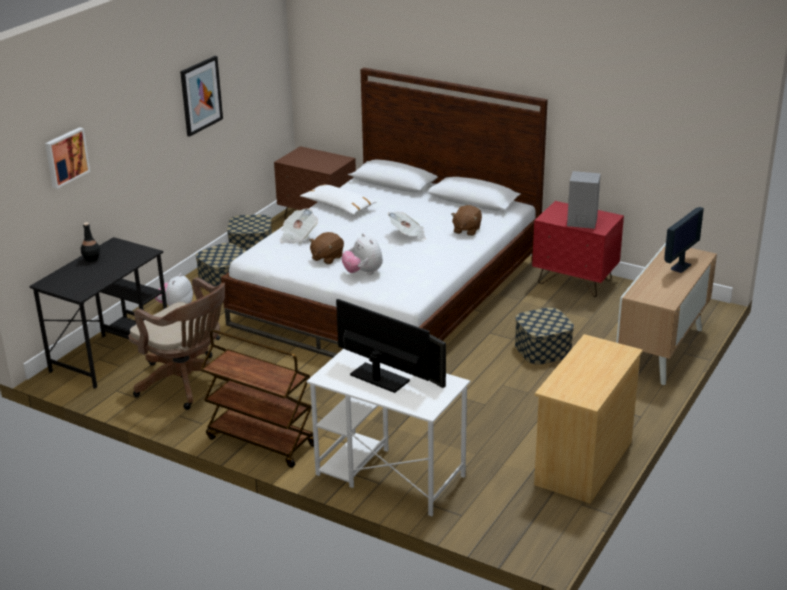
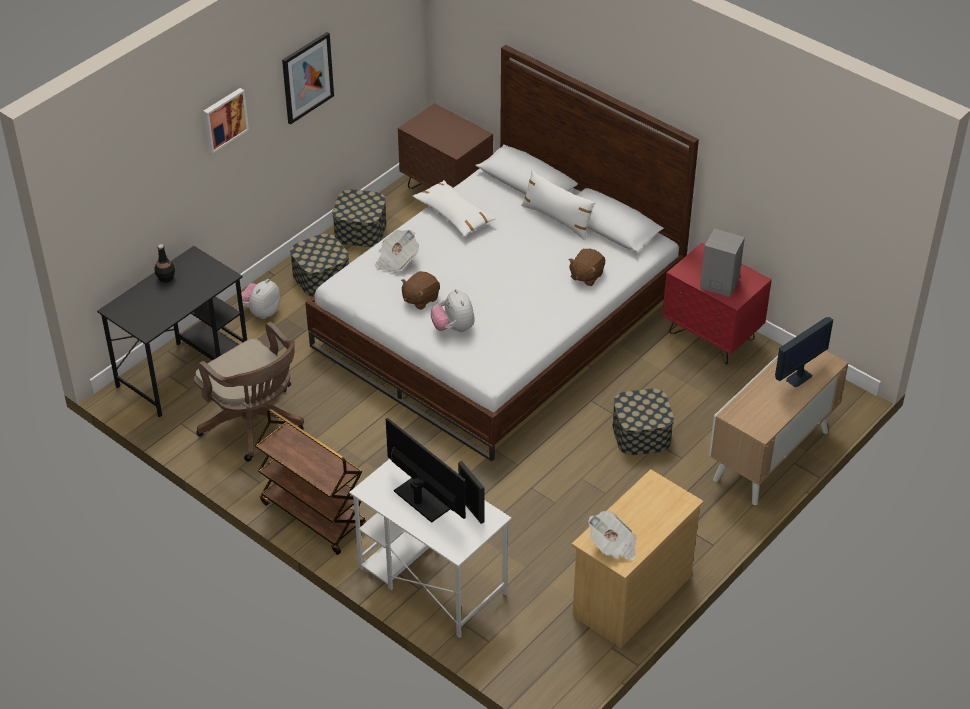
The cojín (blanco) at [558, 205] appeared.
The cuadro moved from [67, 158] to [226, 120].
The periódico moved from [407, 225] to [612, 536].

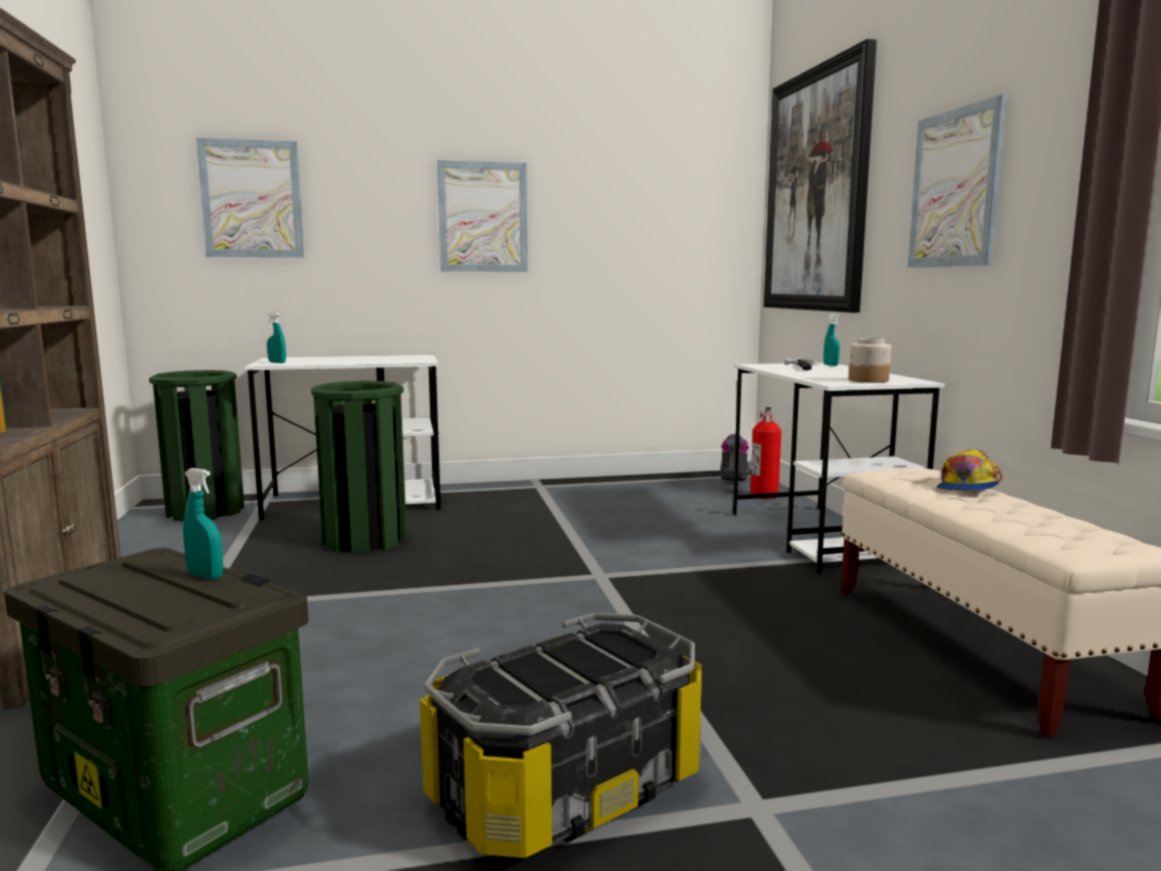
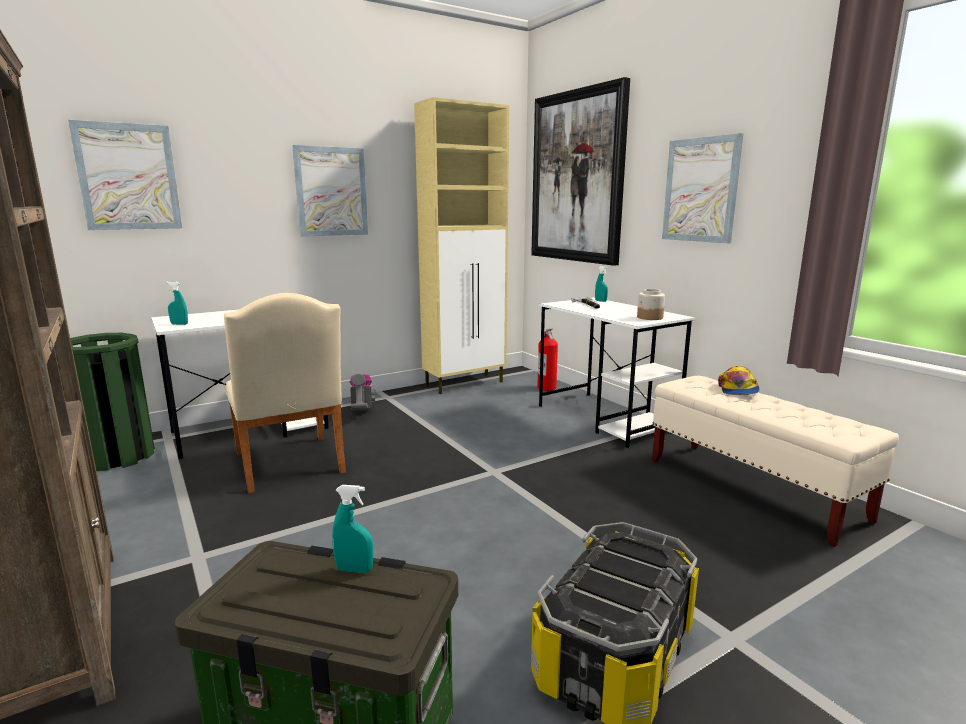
The armario (beis) at [461, 245] appeared.
The aspiradora moved from [735, 457] to [362, 391].
The papelera (verde) at [359, 467] was replaced by the silla (beis) at [285, 393].

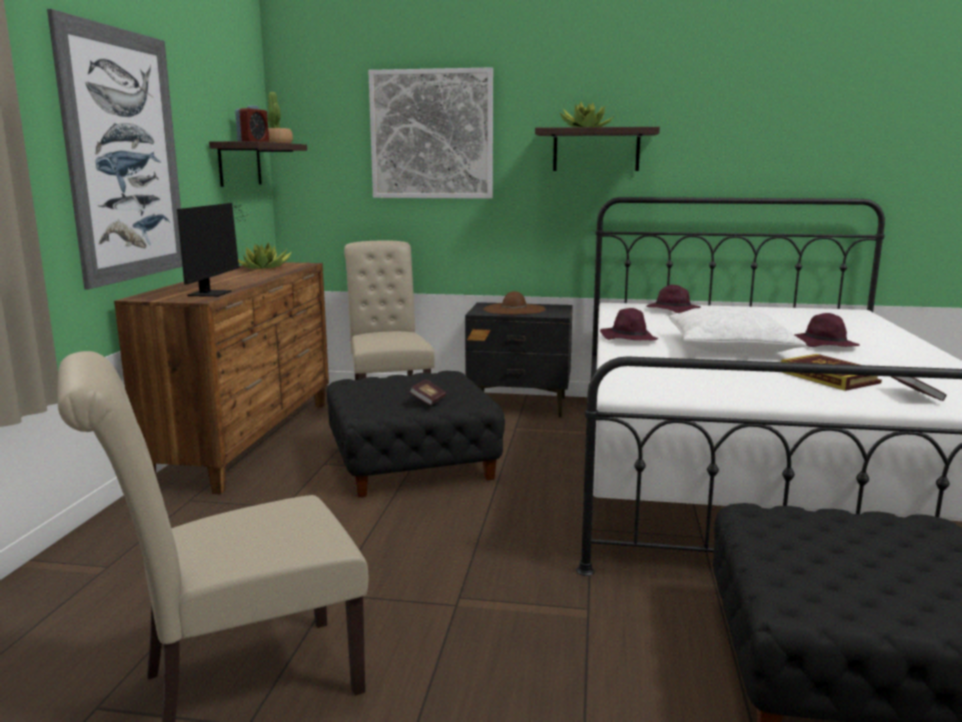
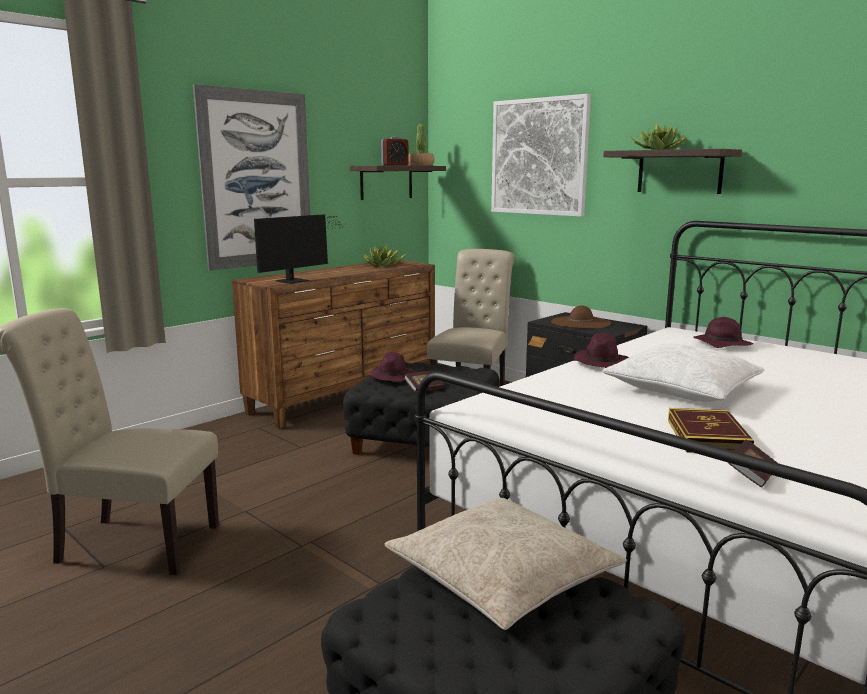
The cojín (beis) at [506, 564] appeared.
The sombrero (morado) moved from [827, 330] to [393, 366].

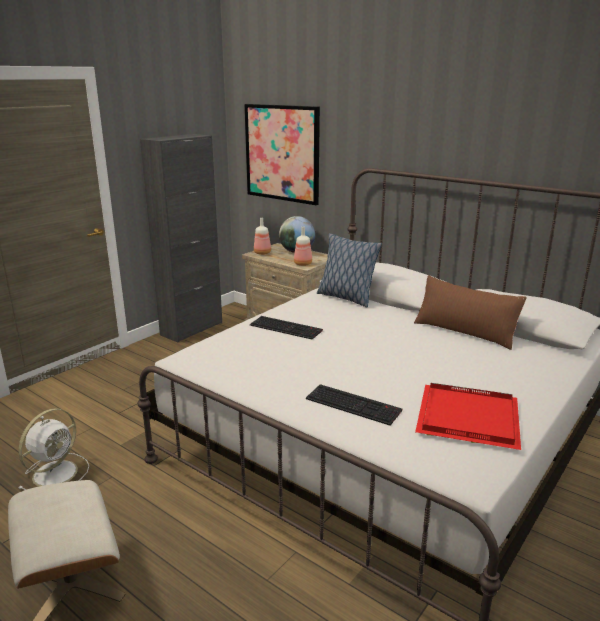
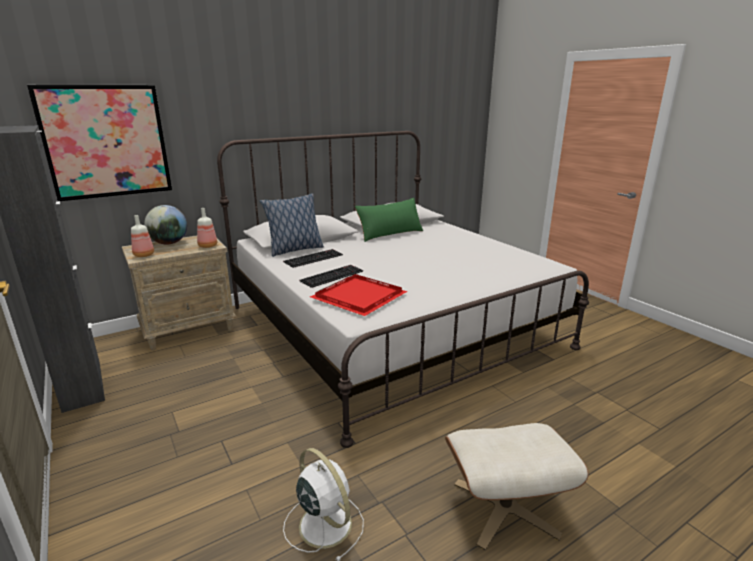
The teclado moved from [354, 405] to [313, 258].
The bandeja (rojo) moved from [468, 416] to [359, 295].
The cojín (marrón) at [470, 312] became the cojín (verde) at [389, 220].

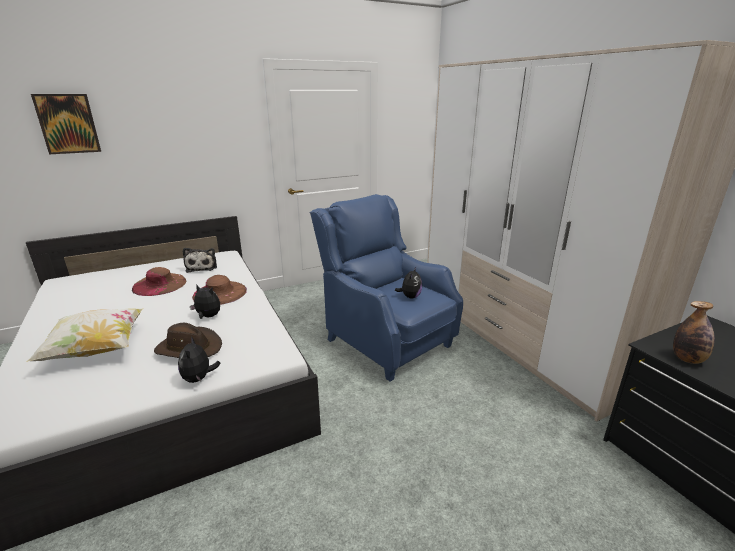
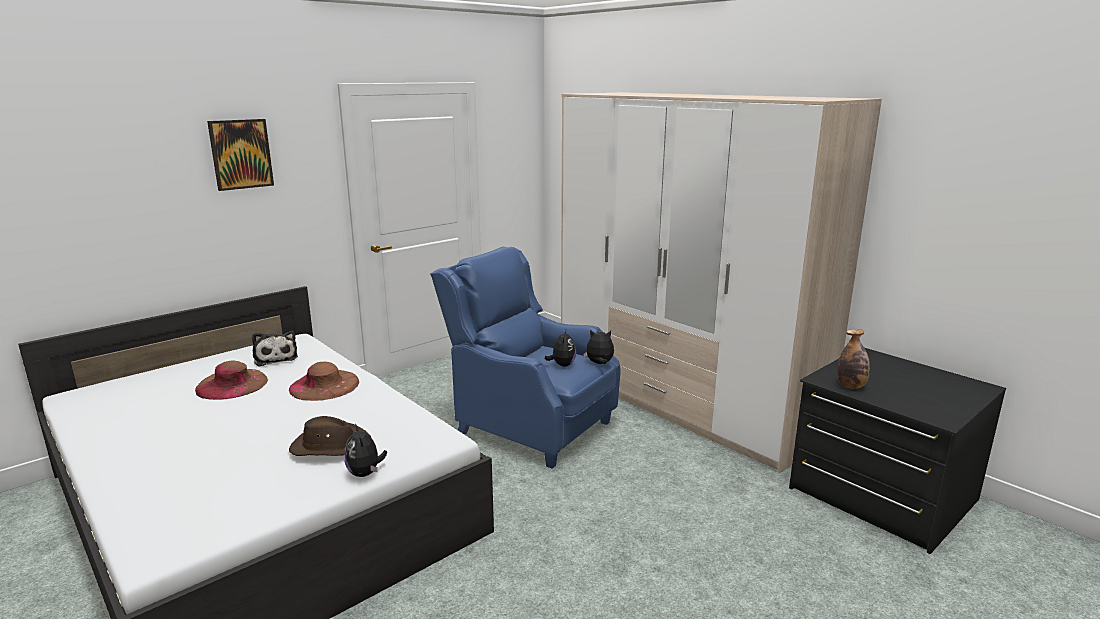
The cojín at [85, 335] disappeared.
The cuadro moved from [66, 124] to [240, 155].
The peluche moved from [205, 302] to [598, 347].

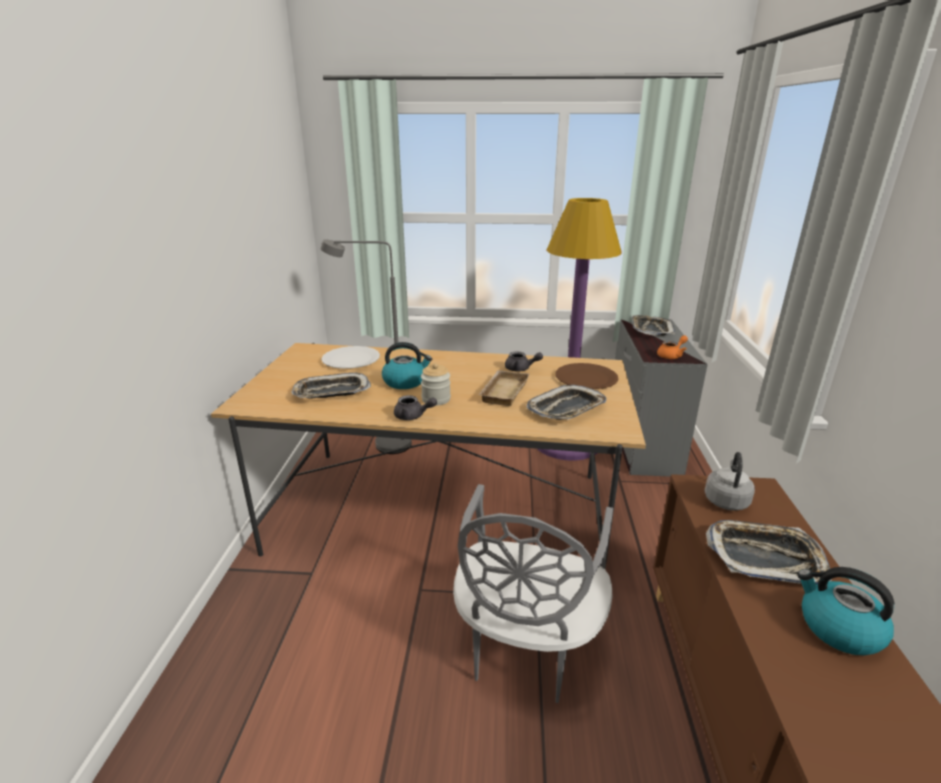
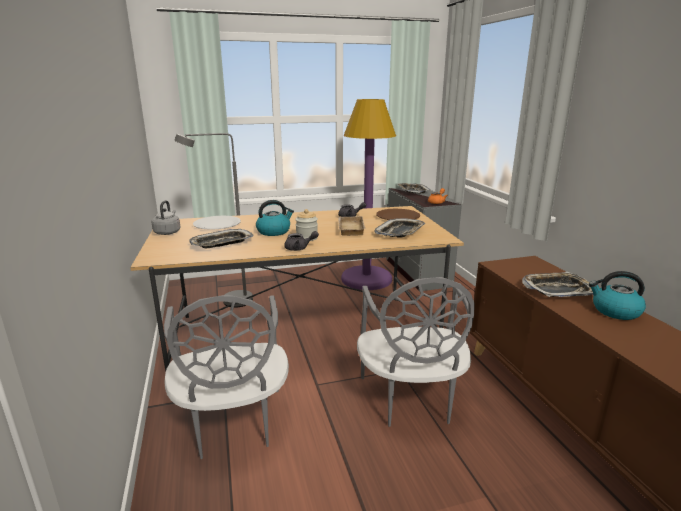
The silla (gris) at [226, 377] appeared.
The hervidor (gris) moved from [729, 481] to [165, 217].

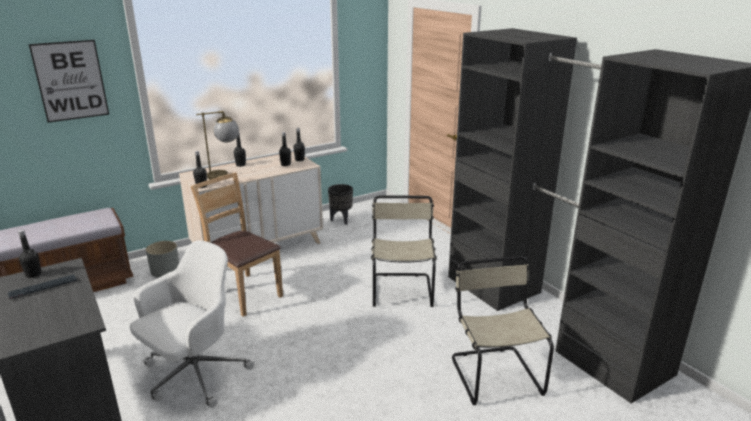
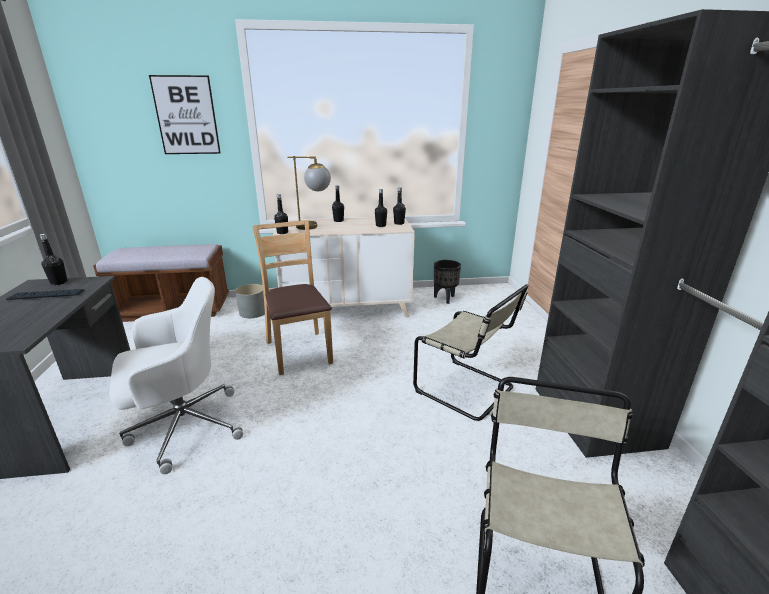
The silla (beis) at [404, 251] turned 105 degrees clockwise.

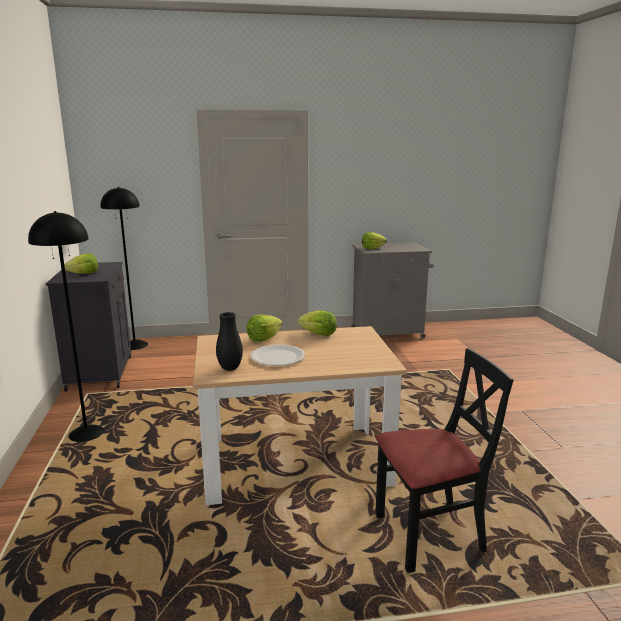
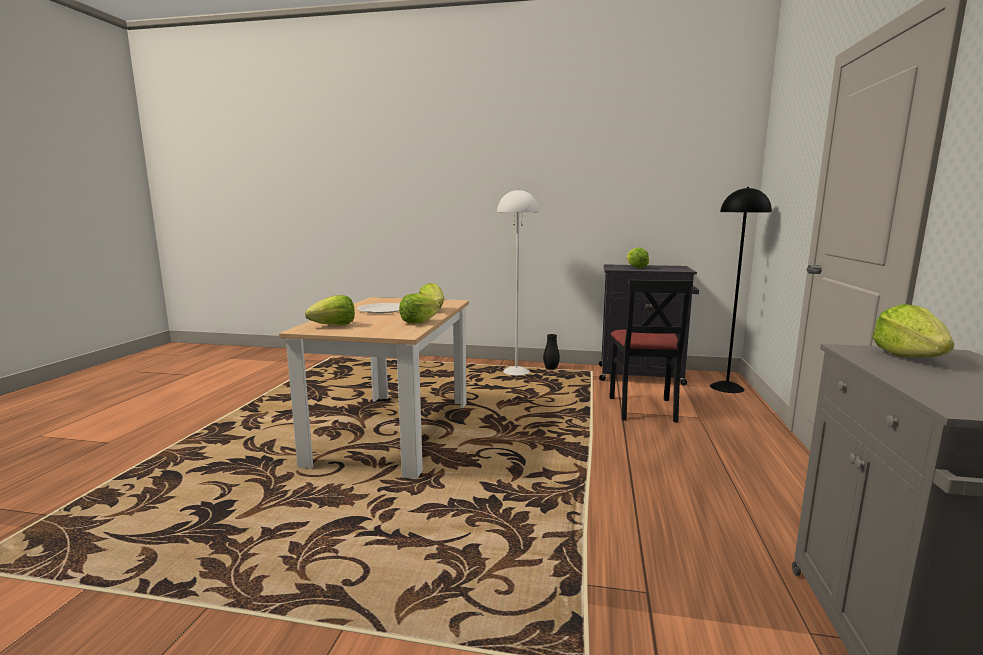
The lechuga at [330, 310] appeared.
The florero (negro) moved from [229, 341] to [551, 352].
The silla (negro) moved from [444, 460] to [651, 350].
The lámpara de pie (negro) at [66, 326] became the lámpara de pie (blanco) at [518, 282].

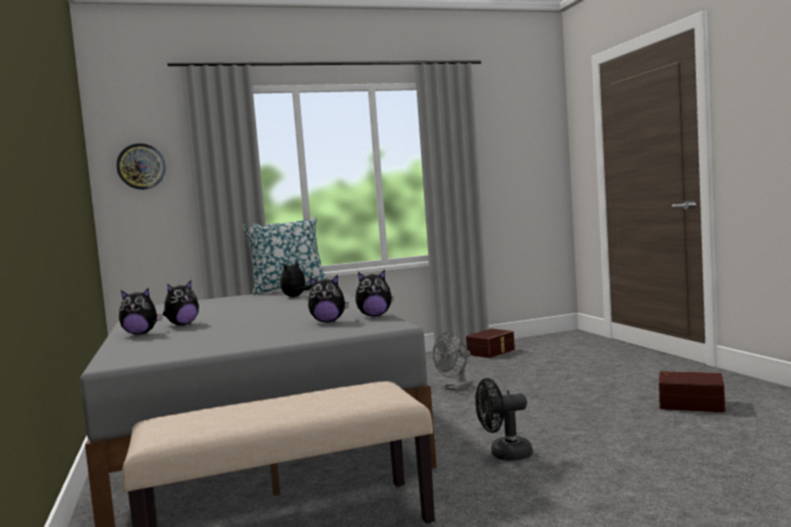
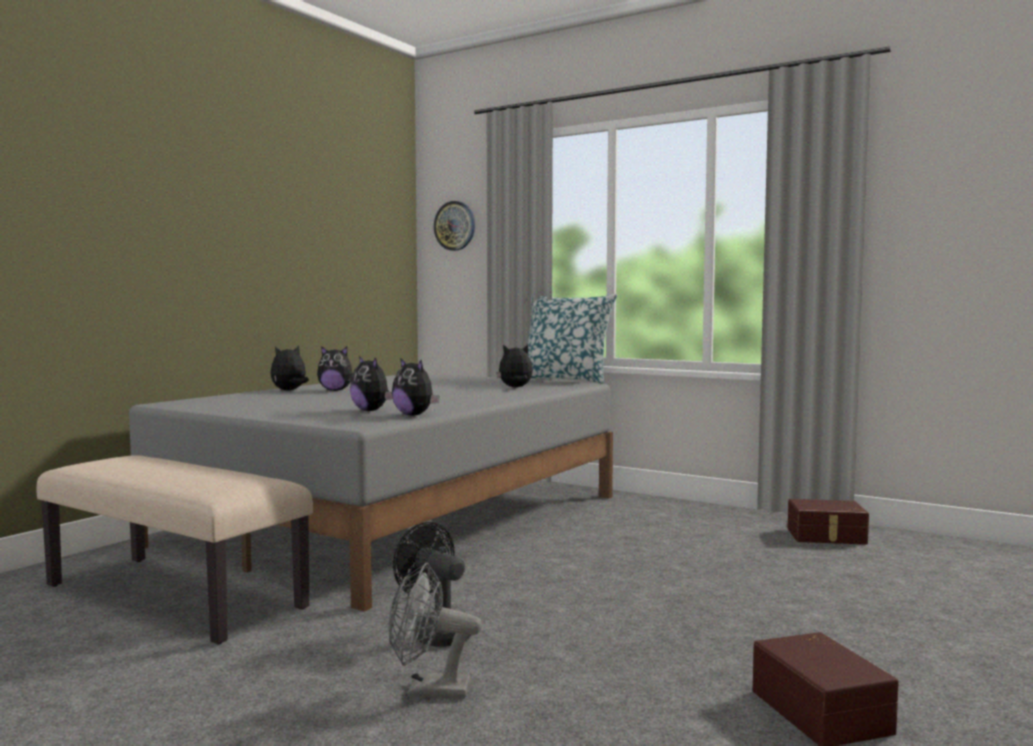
The ventilador (gris) moved from [453, 361] to [435, 631].
The peluche at [141, 311] turned 90 degrees clockwise.

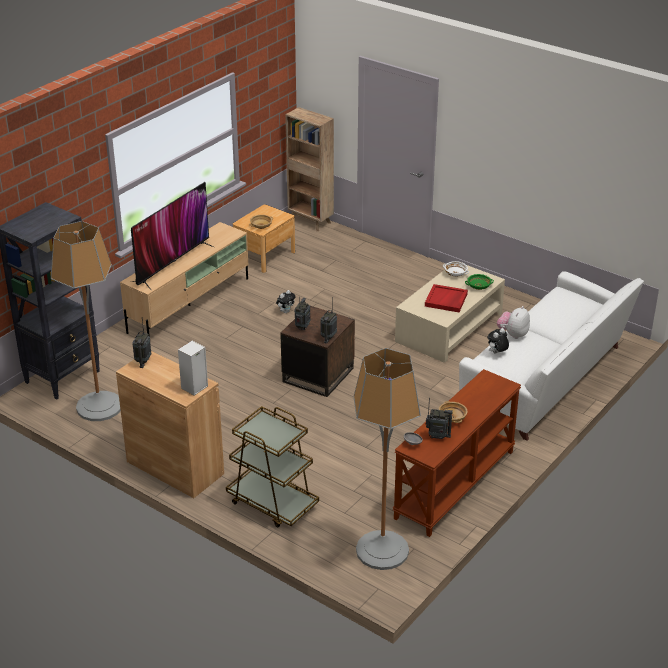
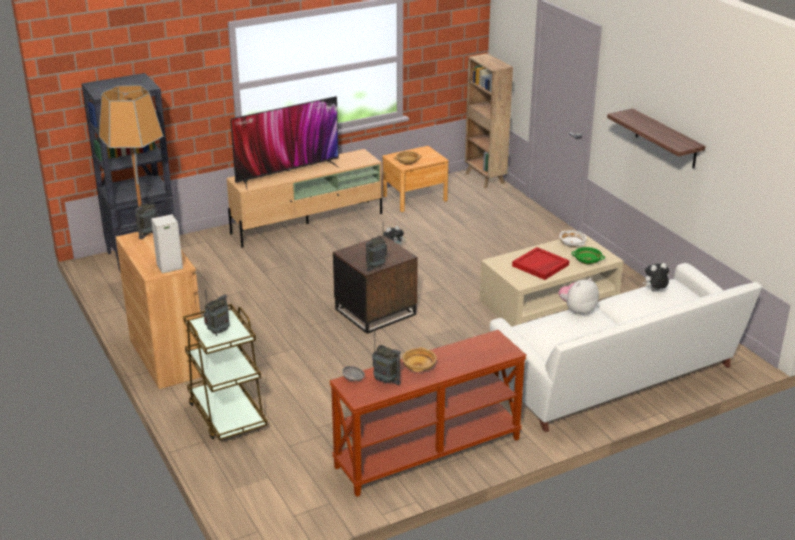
The lámpara de pie at [387, 459] disappeared.
The estante at [656, 138] appeared.
The radio moved from [303, 313] to [217, 313].
The peluche moved from [498, 341] to [656, 277].

